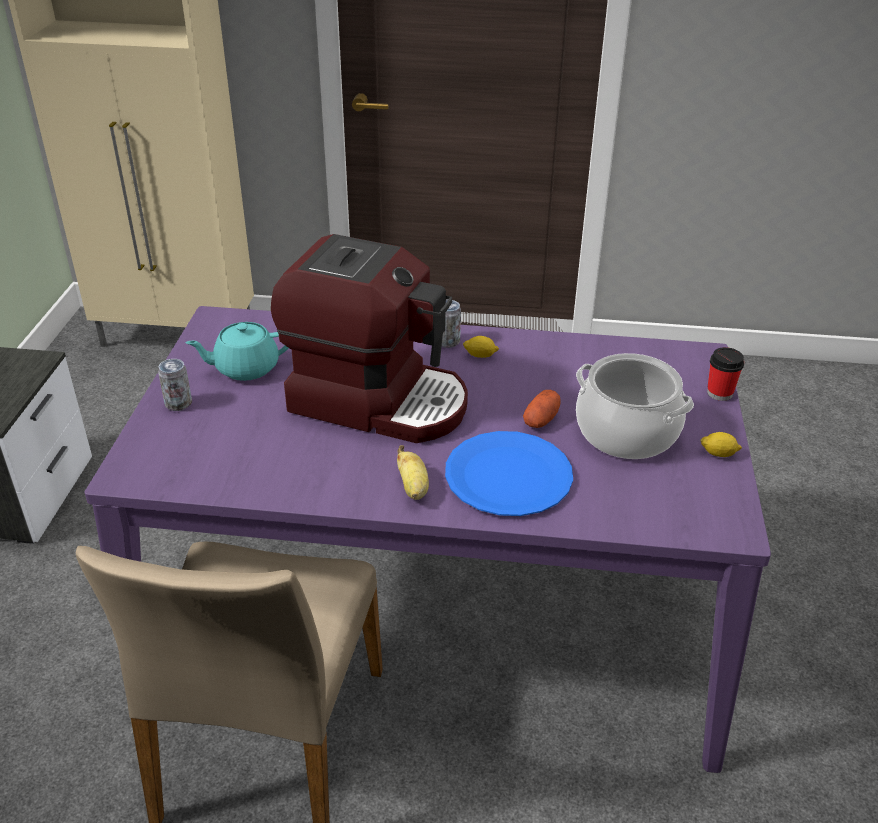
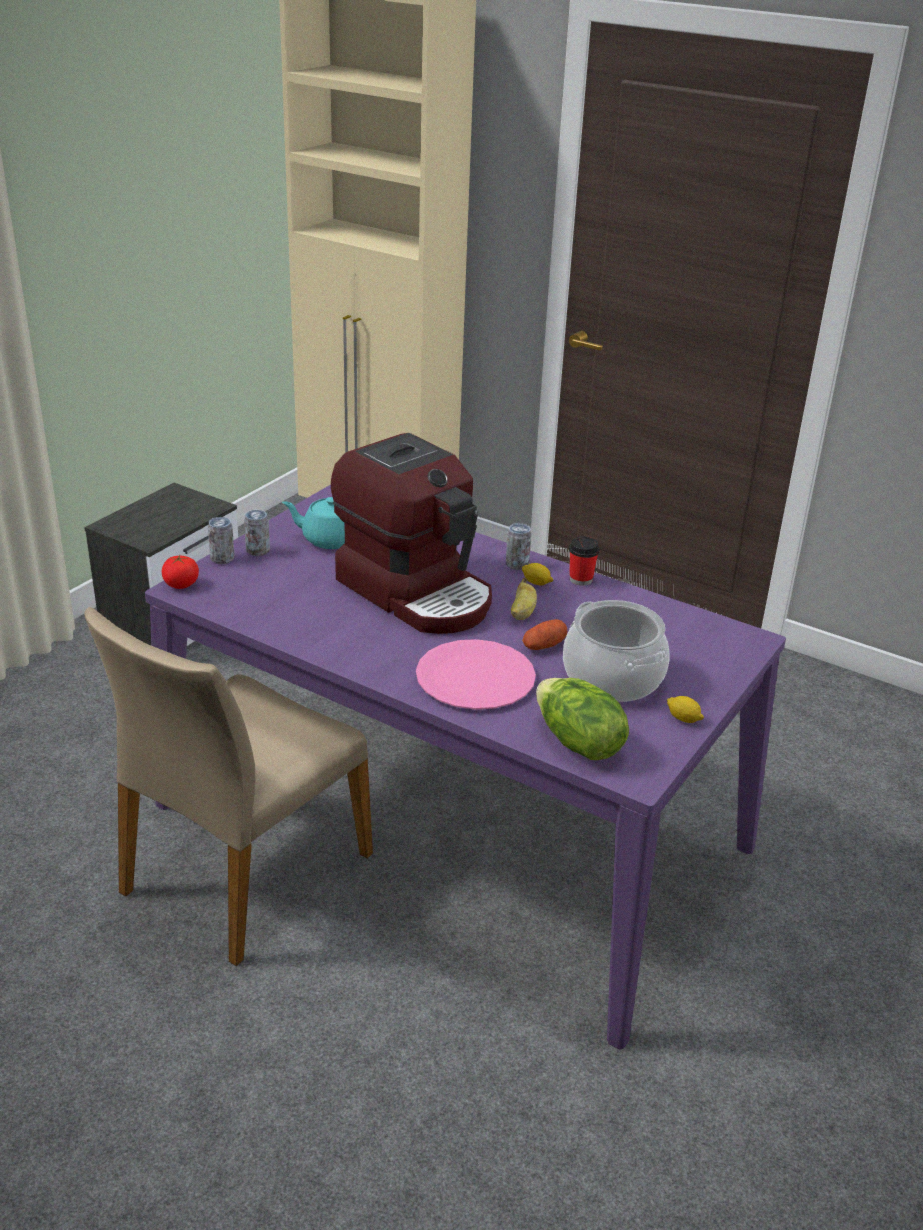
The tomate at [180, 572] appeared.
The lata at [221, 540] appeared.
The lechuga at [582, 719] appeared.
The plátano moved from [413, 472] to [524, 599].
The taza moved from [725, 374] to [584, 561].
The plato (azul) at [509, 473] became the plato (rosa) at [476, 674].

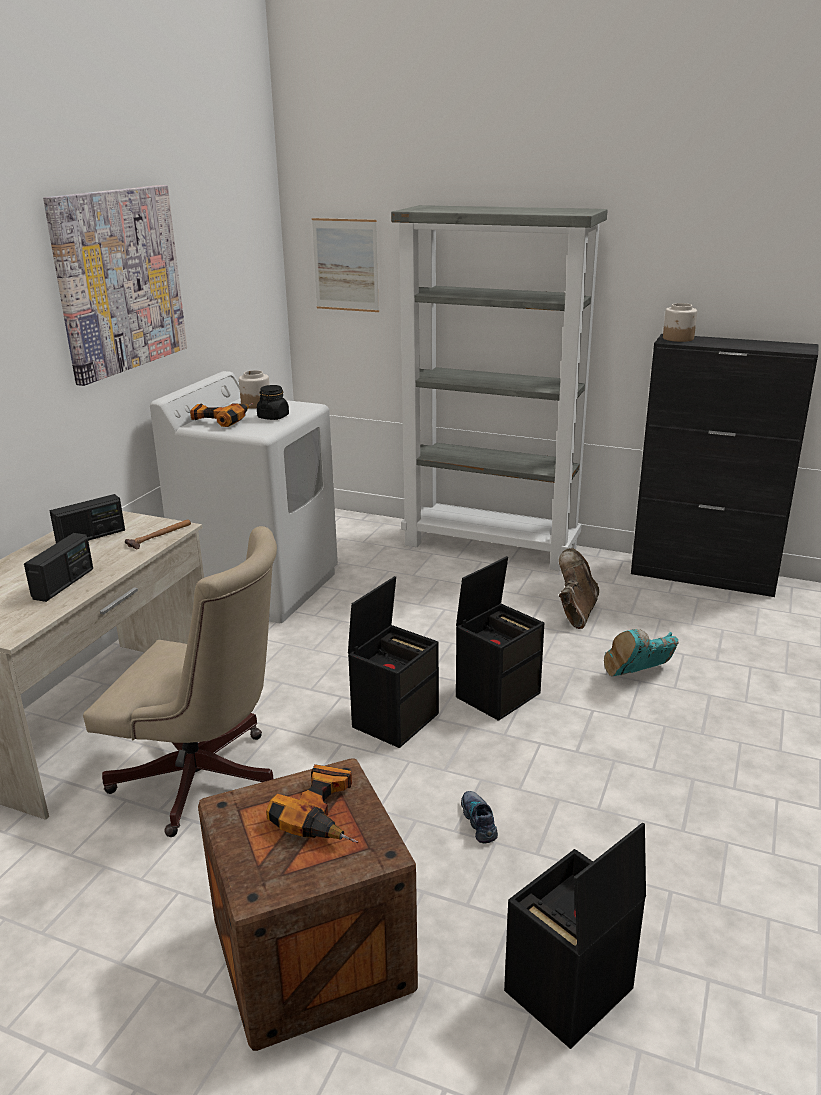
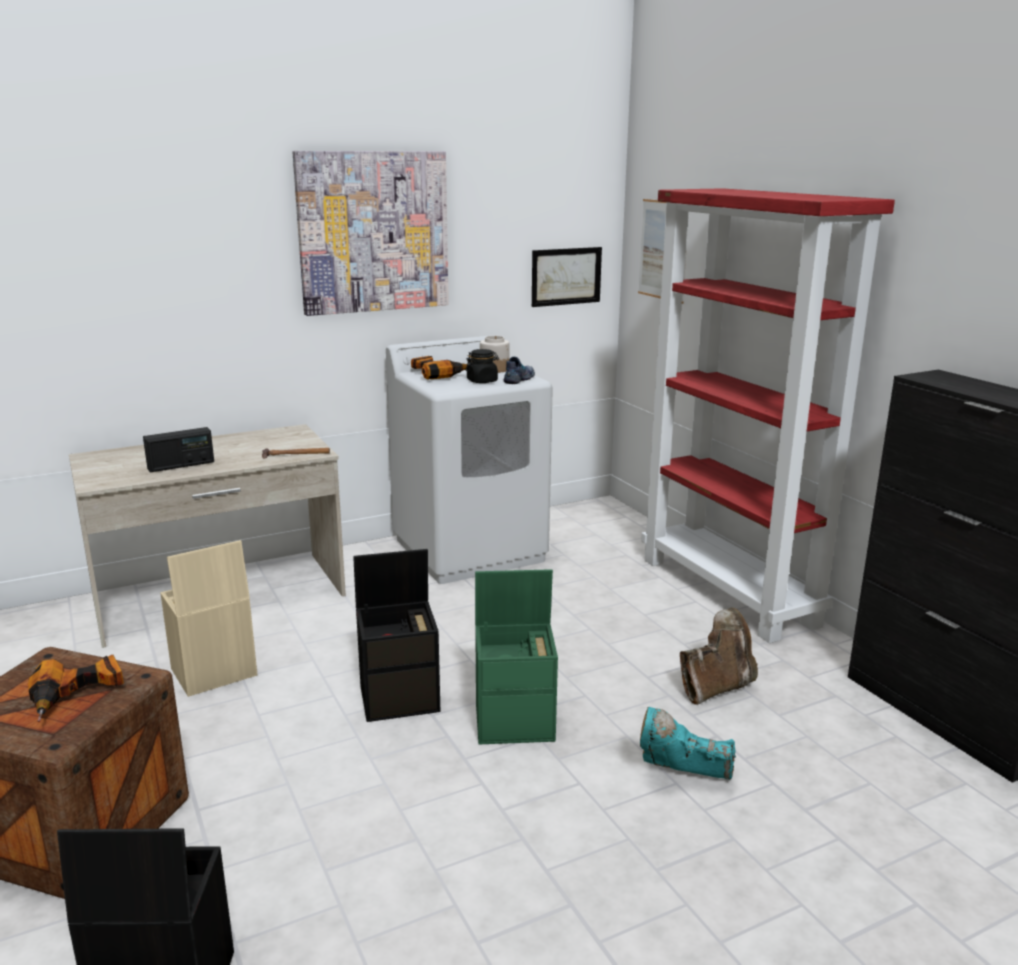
The radio at [87, 518] disappeared.
The tarro at [680, 322] disappeared.
The cuadro at [567, 277] appeared.
The zapato moved from [479, 817] to [519, 370].
The silla de oficina (beis) at [180, 681] was replaced by the caja de almacenaje (beis) at [208, 618].
The estantería (gris) at [499, 388] became the estantería (rojo) at [768, 415].
The caja de almacenaje (negro) at [500, 638] became the caja de almacenaje (verde) at [516, 656].

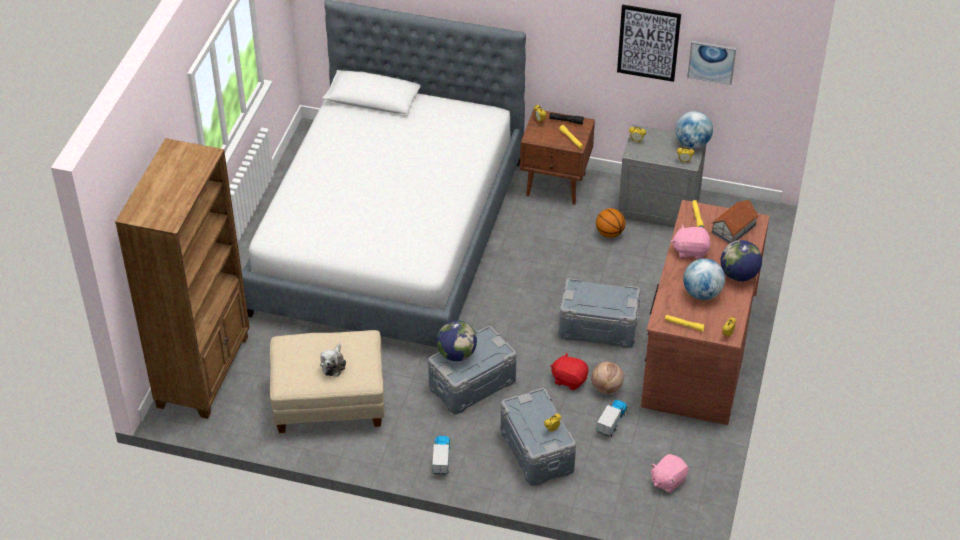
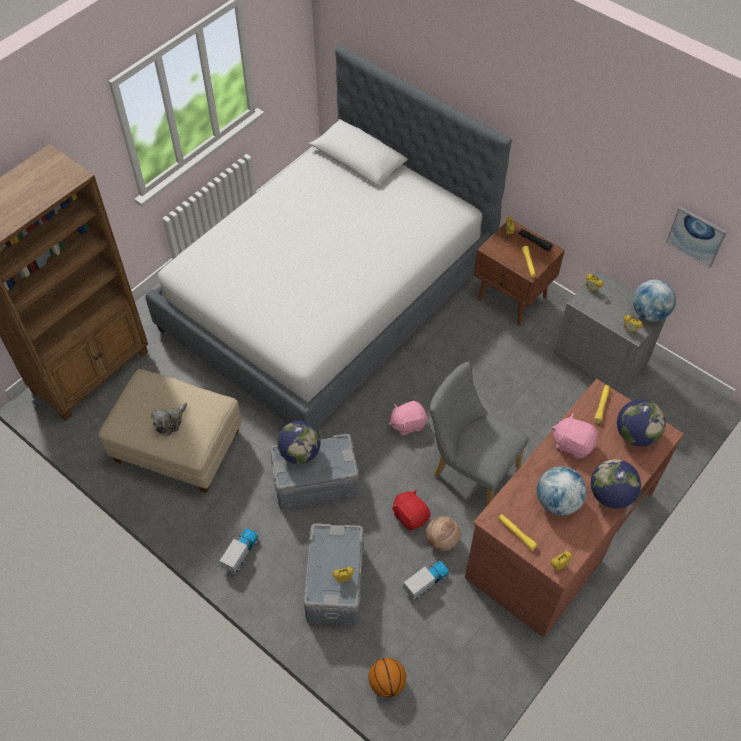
The cuadro at [649, 43] disappeared.
The balón de baloncesto moved from [610, 223] to [387, 677].
The peluche (rosa) moved from [670, 473] to [408, 418].
The caja de almacenaje (gris) at [599, 313] was replaced by the silla (gris) at [479, 435].
The casita at [735, 222] was replaced by the globo terráqueo at [641, 422].

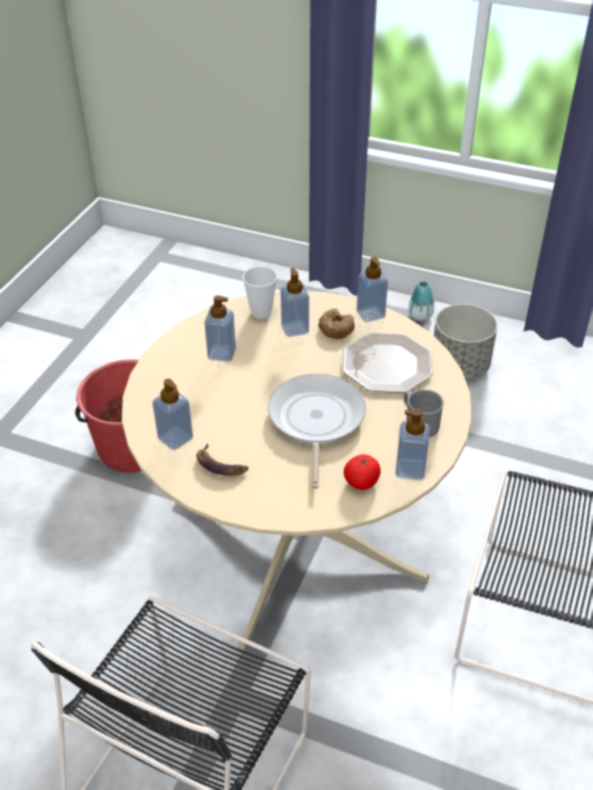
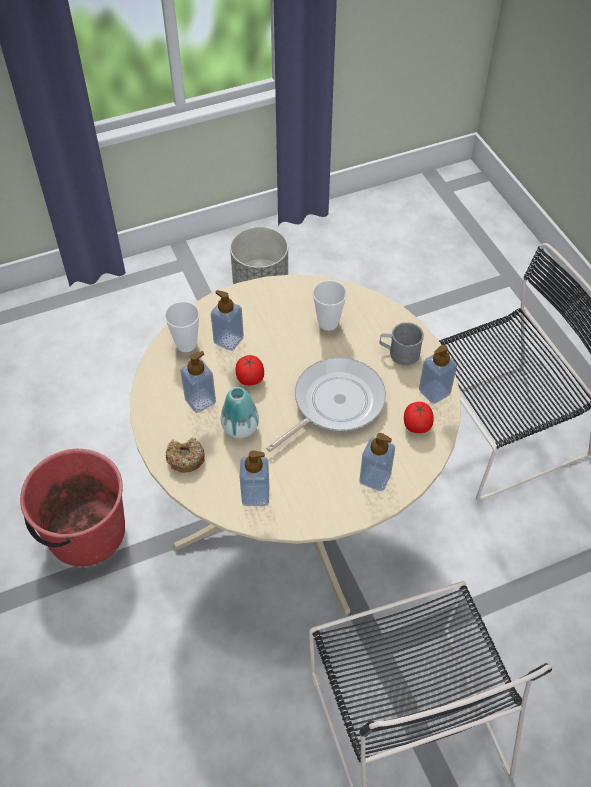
The plátano at [222, 459] disappeared.
The tomate at [250, 370] appeared.
The rosquilla moved from [336, 323] to [185, 455].
The dispensador de jabón moved from [372, 289] to [377, 462].
The florero moved from [421, 301] to [240, 412].
The plato at [387, 363] was replaced by the taza at [330, 305].
The sartén at [317, 431] turned 90 degrees clockwise.

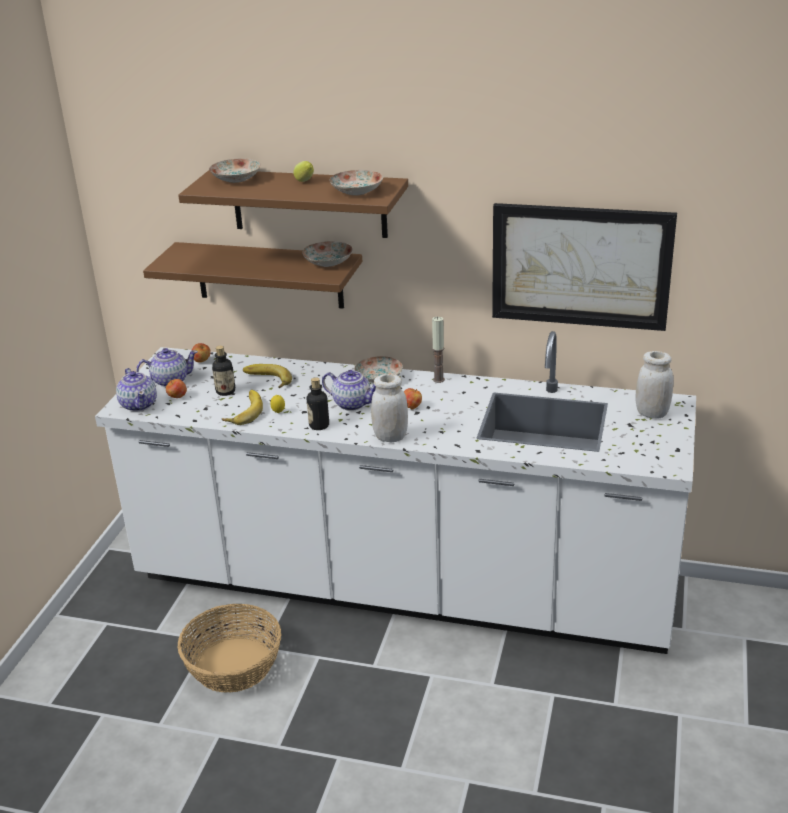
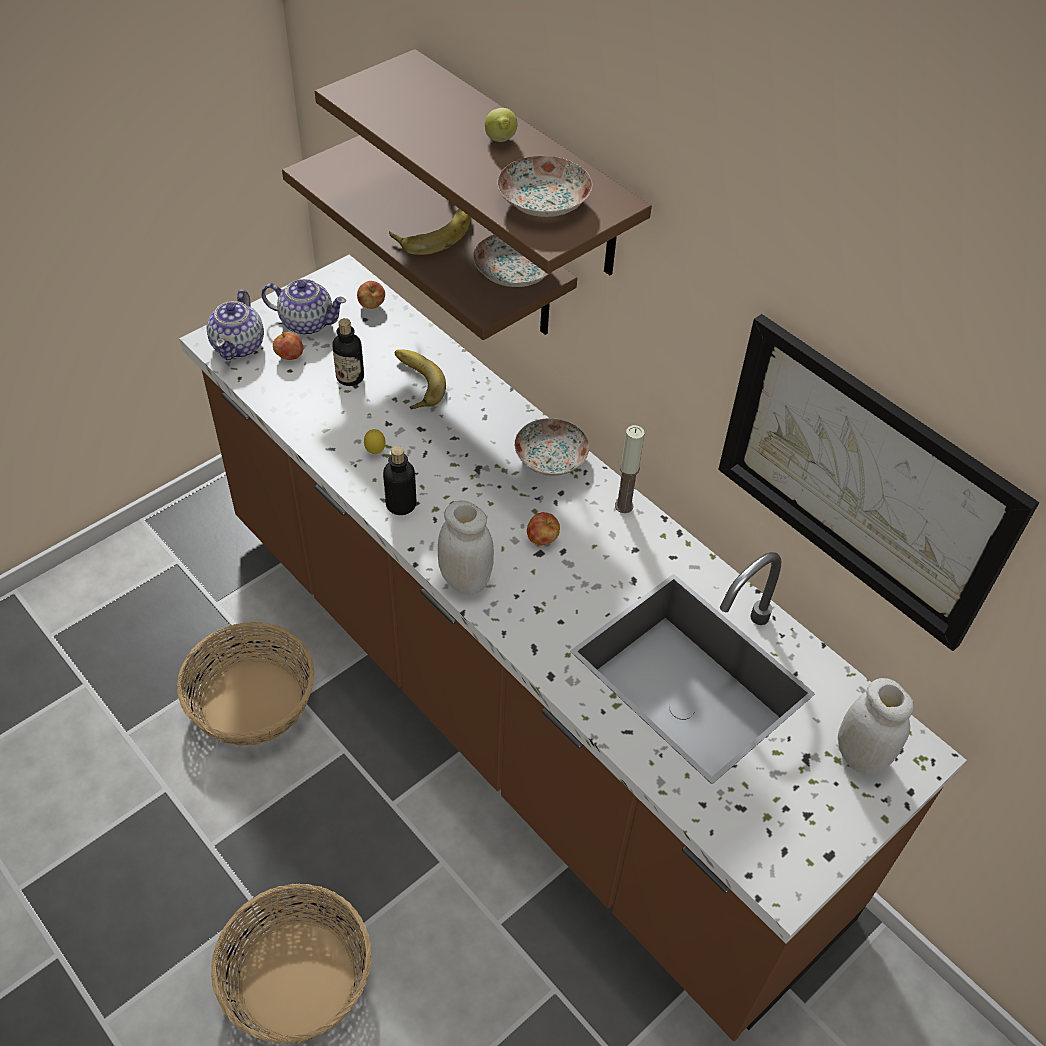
The plato at [235, 171] disappeared.
The tetera at [349, 390] disappeared.
The cesta at [291, 964] appeared.
The plátano moved from [242, 407] to [430, 231].
The mueble bajo de cocina (blanco) at [395, 492] became the mueble bajo de cocina (marrón) at [572, 648].

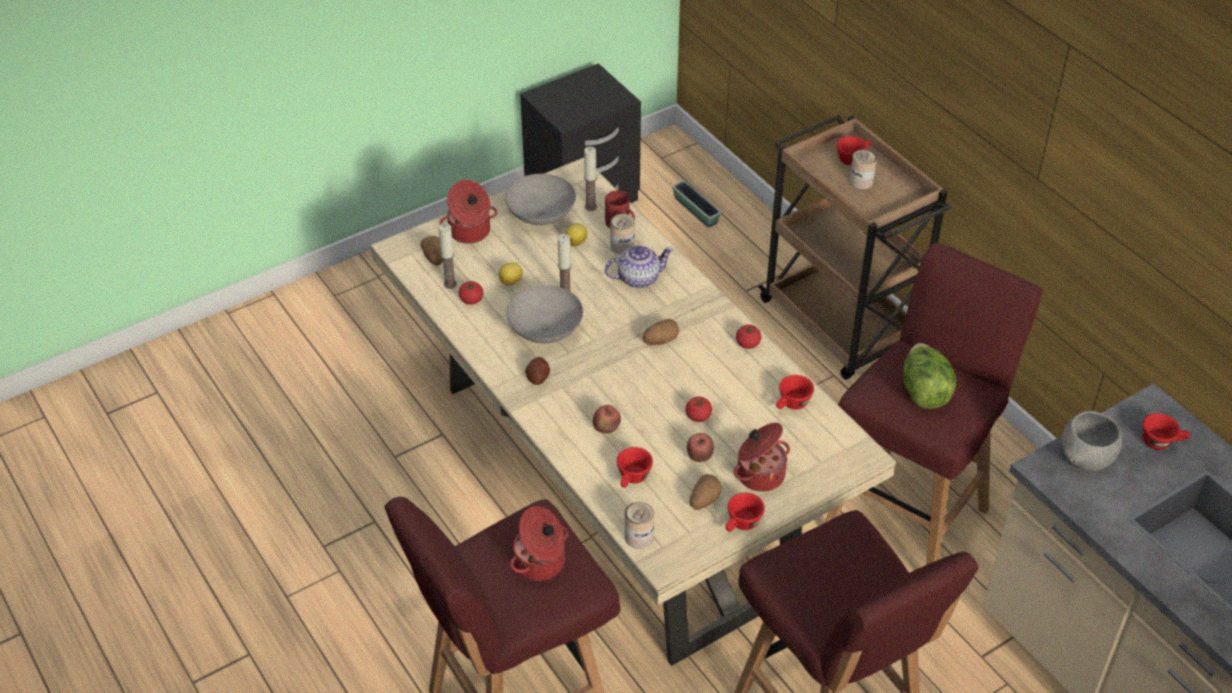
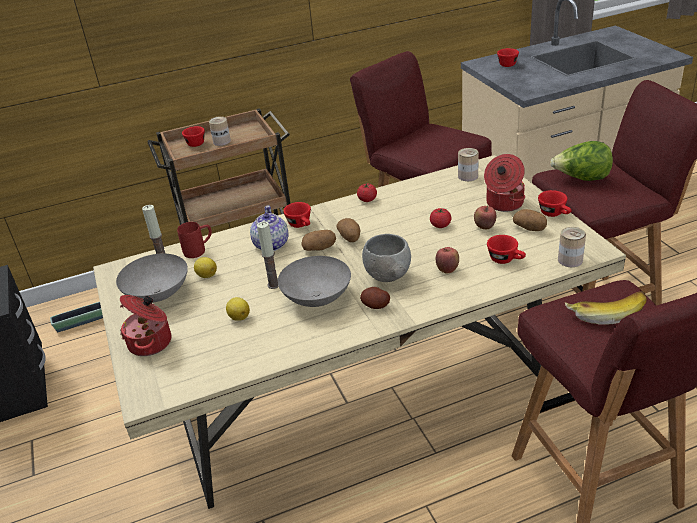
The vela at [447, 256] disappeared.
The tomate at [471, 293] disappeared.
The patata moved from [431, 251] to [318, 240].
The lata moved from [622, 234] to [468, 164].
The taza (rojo) moved from [795, 392] to [297, 215].
The lechuga moved from [929, 376] to [581, 161].
The cuenco (gris) moved from [1092, 441] to [386, 258].
The olla at [539, 543] was replaced by the plátano at [606, 308].

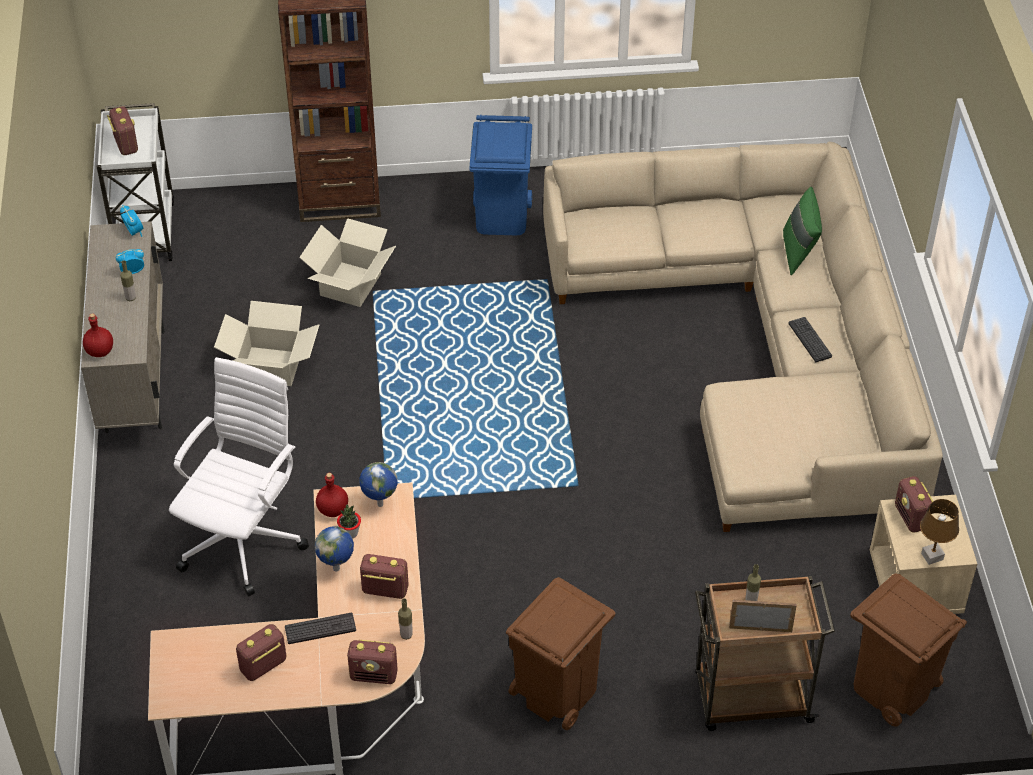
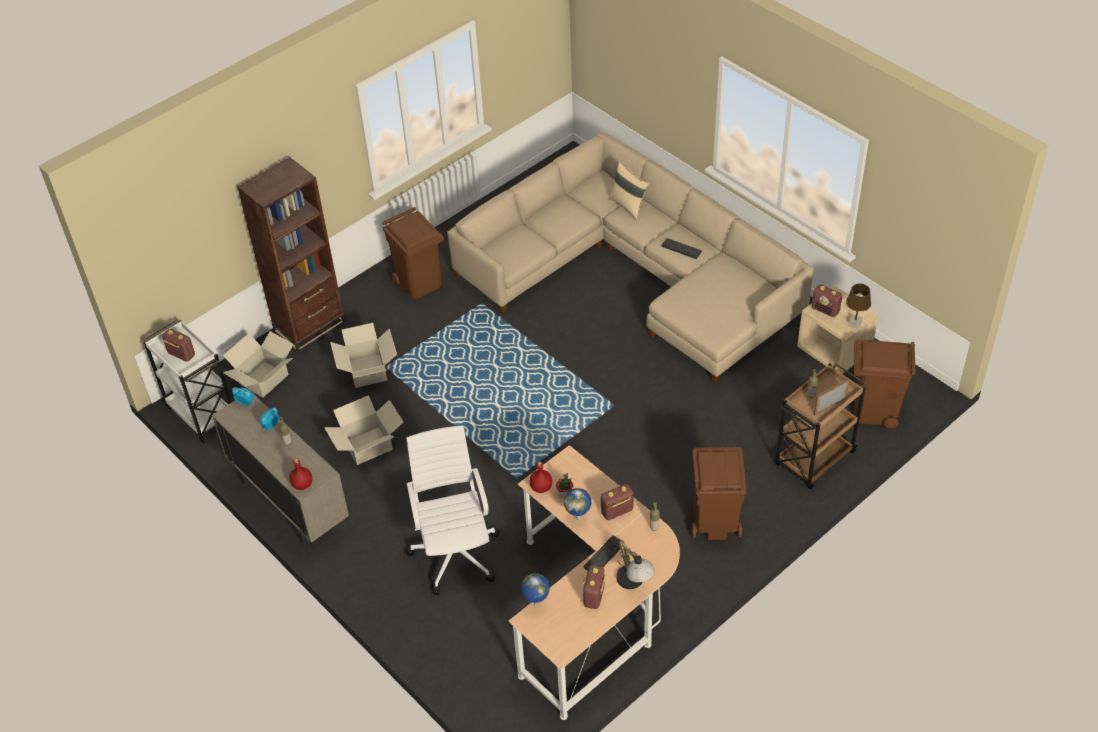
The radio at [372, 662] disappeared.
The caja de cartón at [258, 364] appeared.
The lámpara de mesa at [635, 564] appeared.
The globo terráqueo moved from [379, 484] to [535, 589].
The papelera (azul) at [501, 175] became the papelera (marrón) at [413, 253].
The cojín (verde) at [802, 231] became the cojín (beis) at [629, 191].

